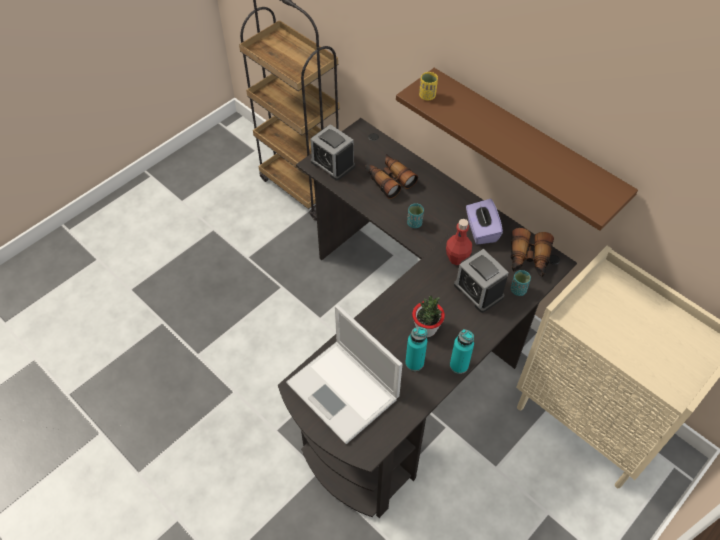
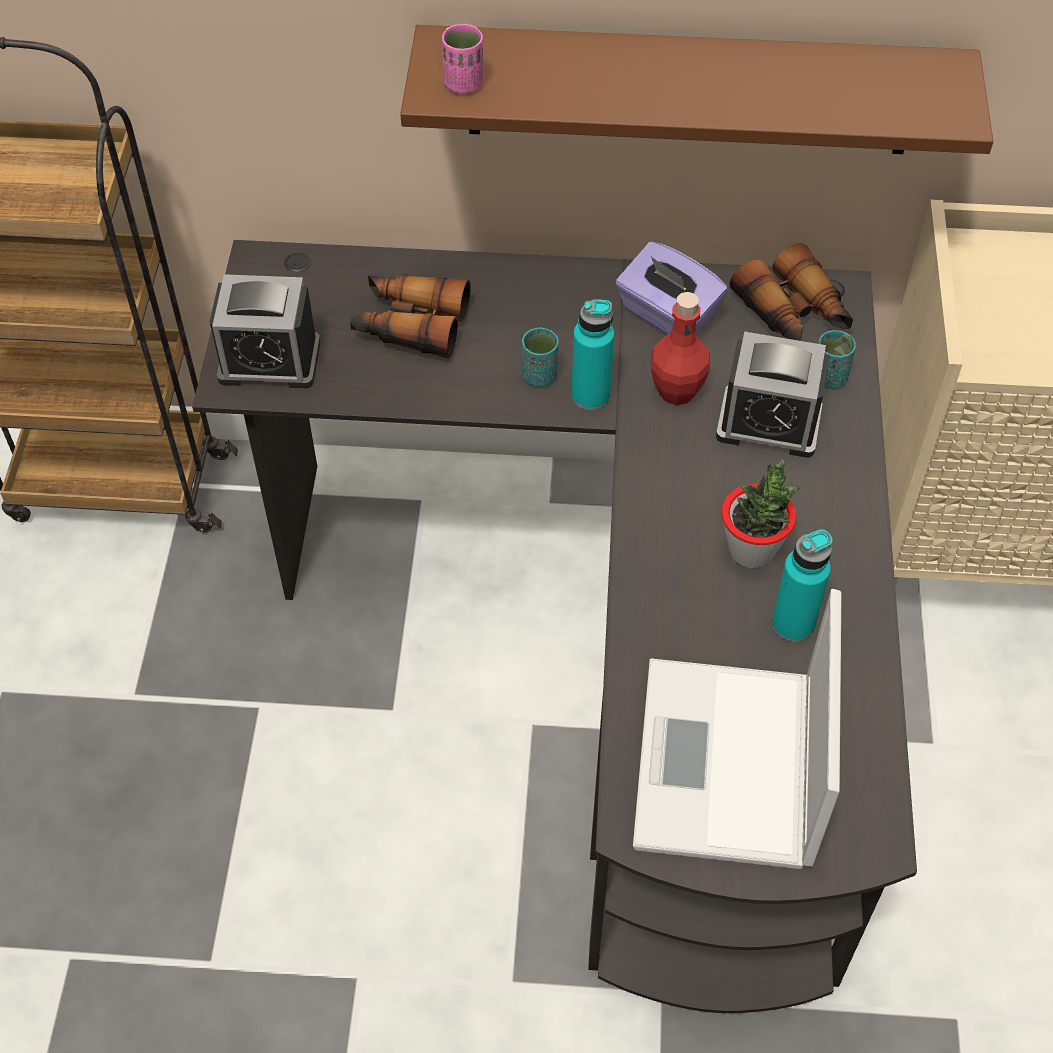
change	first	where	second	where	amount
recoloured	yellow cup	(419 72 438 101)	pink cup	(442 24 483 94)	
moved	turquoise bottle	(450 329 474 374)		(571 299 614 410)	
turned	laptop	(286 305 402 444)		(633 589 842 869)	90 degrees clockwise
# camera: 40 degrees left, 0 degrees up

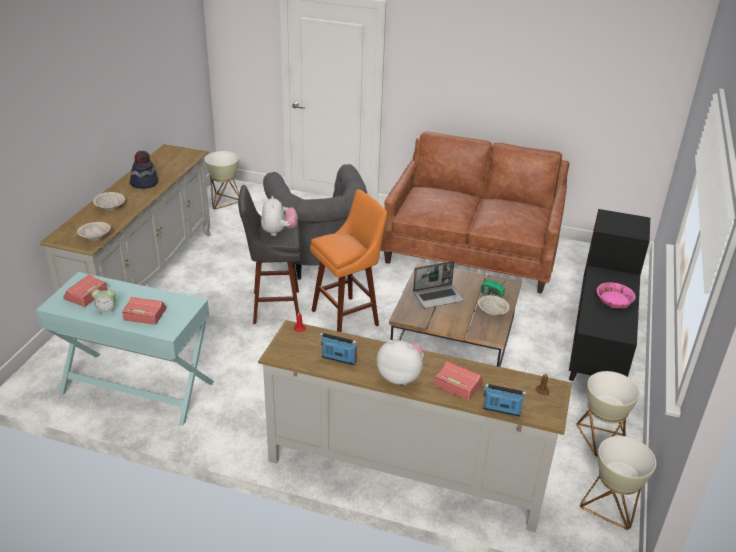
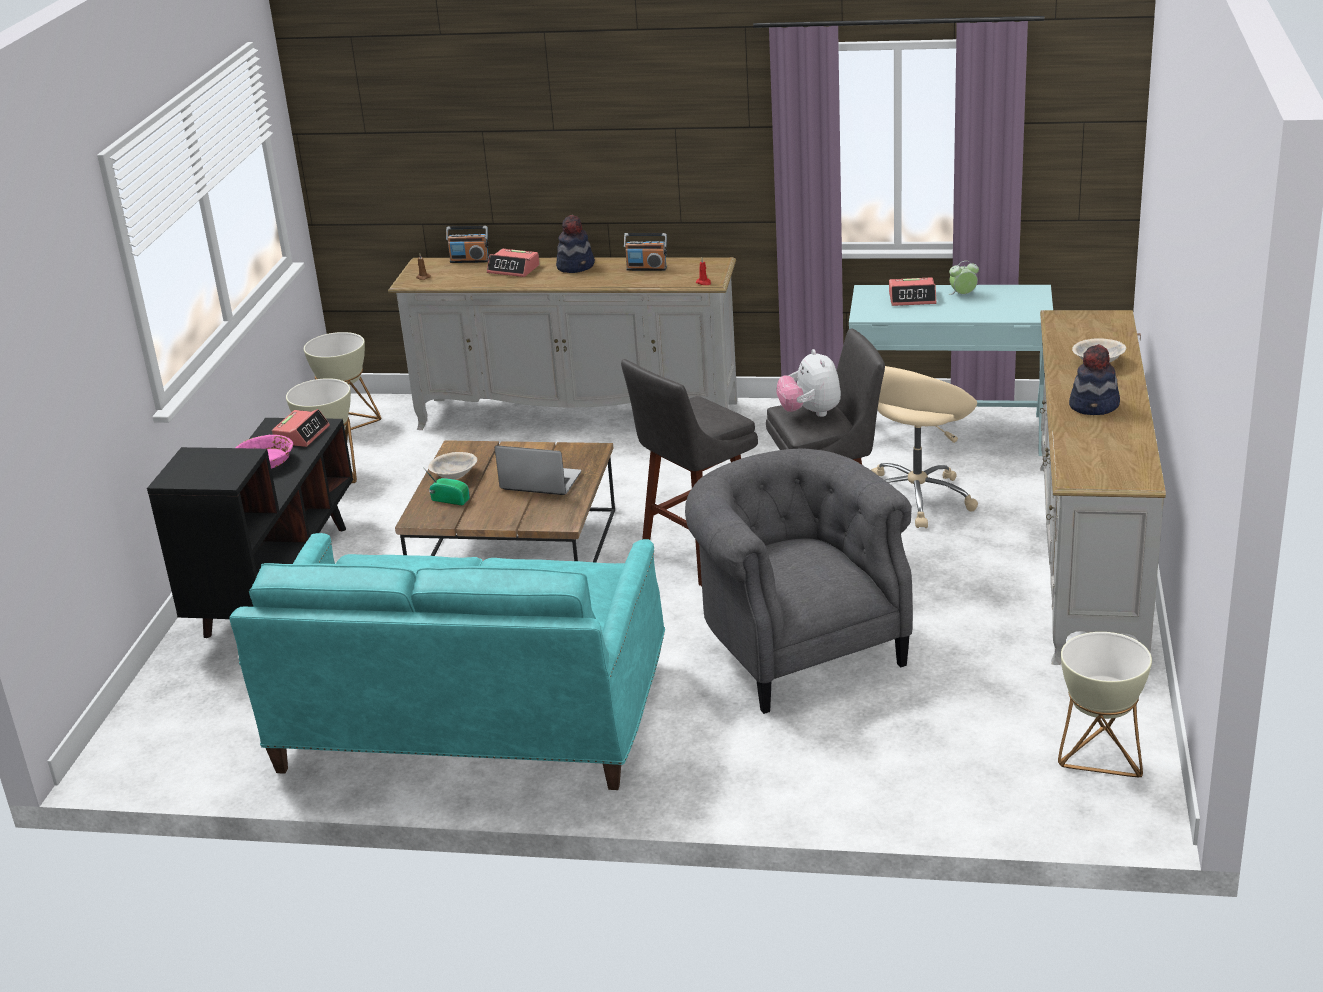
change	first	where	second	where	amount
recoloured	brown sofa	(380 131 570 294)	turquoise sofa	(229 533 665 790)	
moved	alarm clock	(63 274 107 307)		(272 409 330 447)	
turned	laptop	(413 261 464 308)		(495 445 581 495)	45 degrees clockwise
replaced	plush toy	(377 339 424 385)	hat	(556 215 595 273)	
recoloured	orange stool	(310 189 387 332)	grey stool	(621 359 758 586)	
added			beige office chair	(871 366 978 528)	
removed	beige bowl	(77 222 111 240)			
# camera: 175 degrees right, 5 degrees down

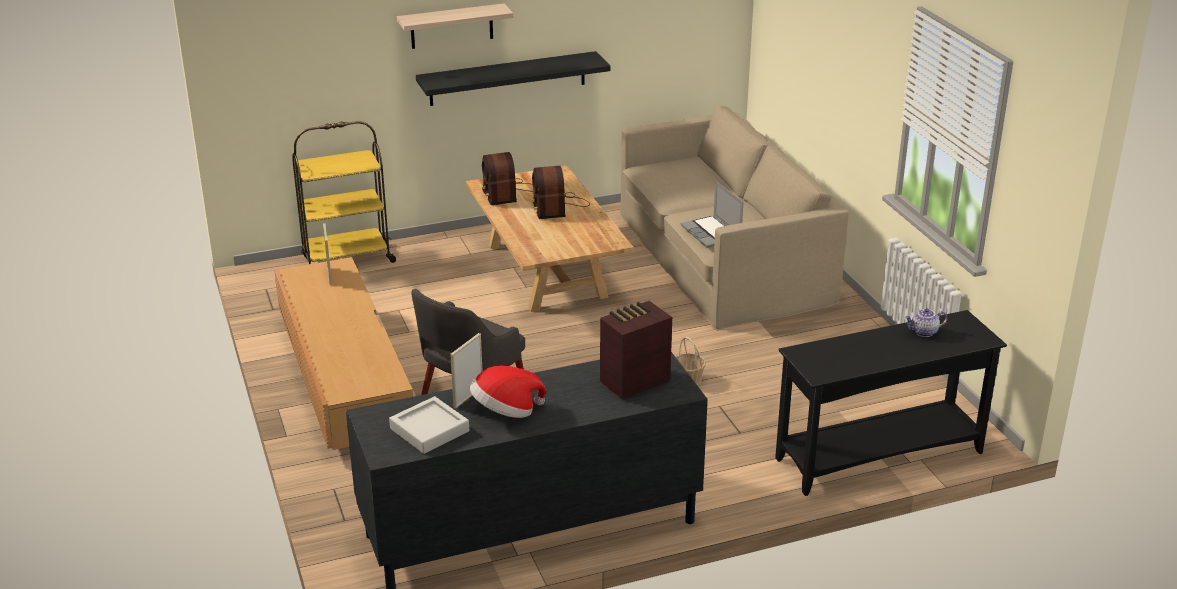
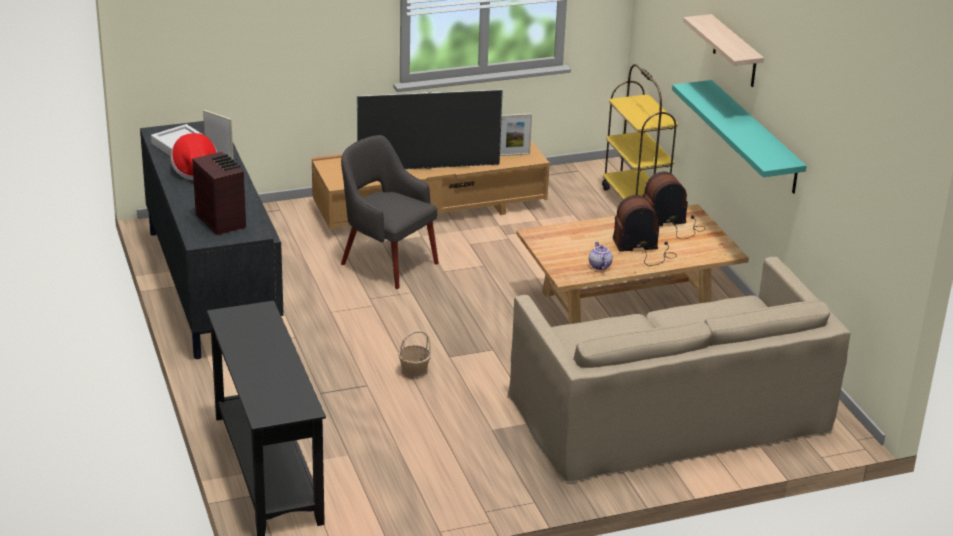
change	first	where	second	where	amount
added			television	(357 89 503 169)	
moved	teapot	(904 308 948 337)		(589 241 613 270)	
recoloured	black shelf	(416 51 610 106)	turquoise shelf	(672 80 806 194)	
removed	laptop	(681 181 743 248)			
# camera: 90 degrees right, 0 degrees up

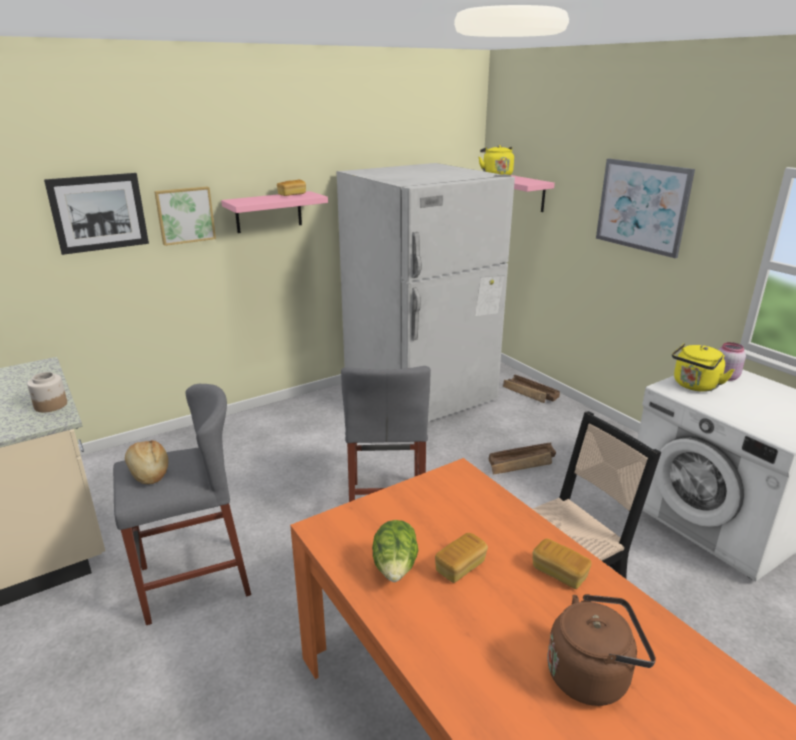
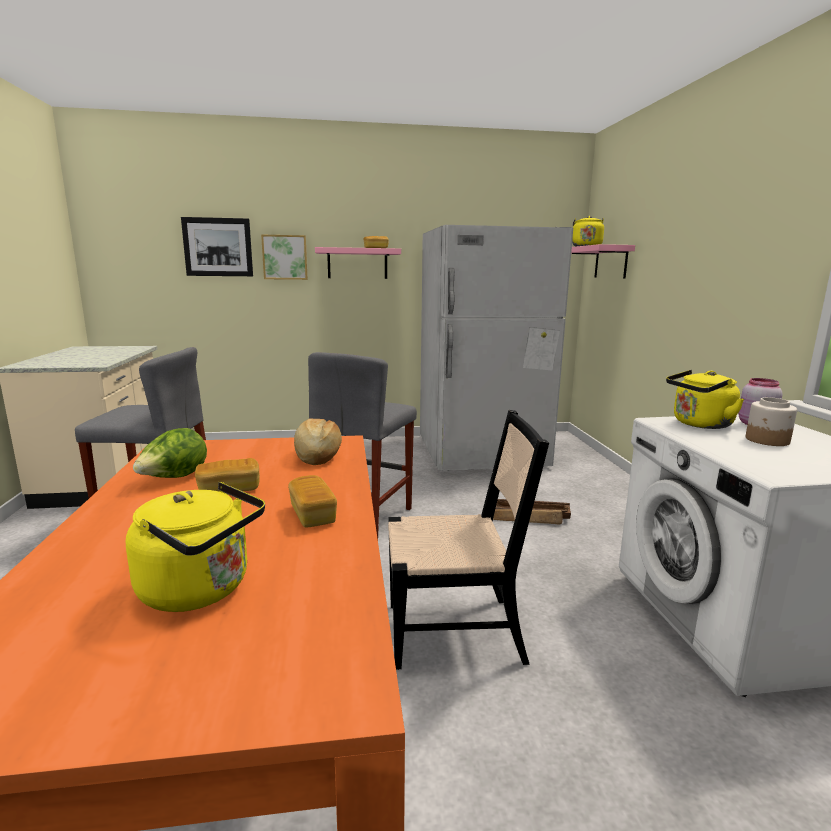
change	first	where	second	where	amount
recoloured	brown kettle	(547 594 656 706)	yellow kettle	(126 482 265 612)	
moved	bread	(125 440 168 484)		(294 418 342 465)	
moved	jar	(27 372 67 412)		(746 397 797 446)	
removed	crate	(503 375 560 403)			
removed	picture	(596 159 695 258)			
# camera: 25 degrees right, 10 degrees down

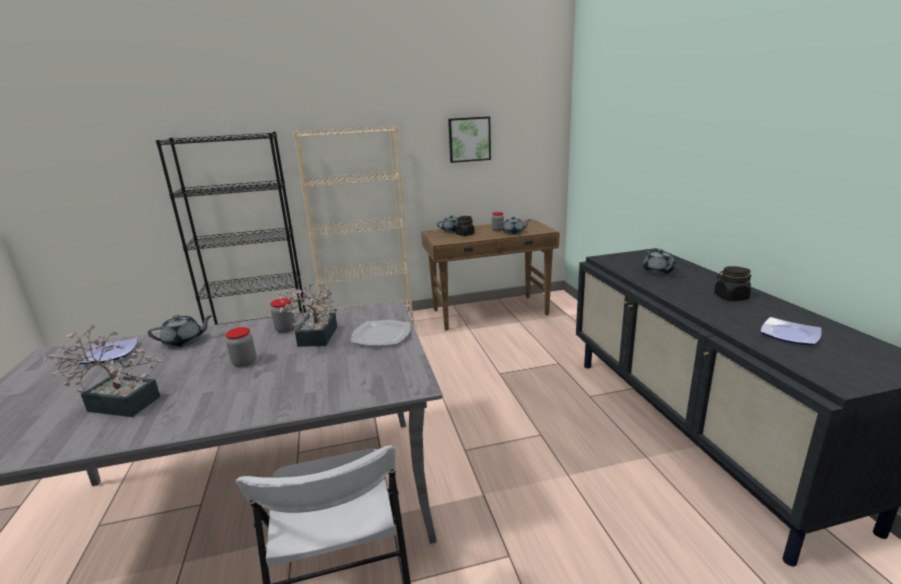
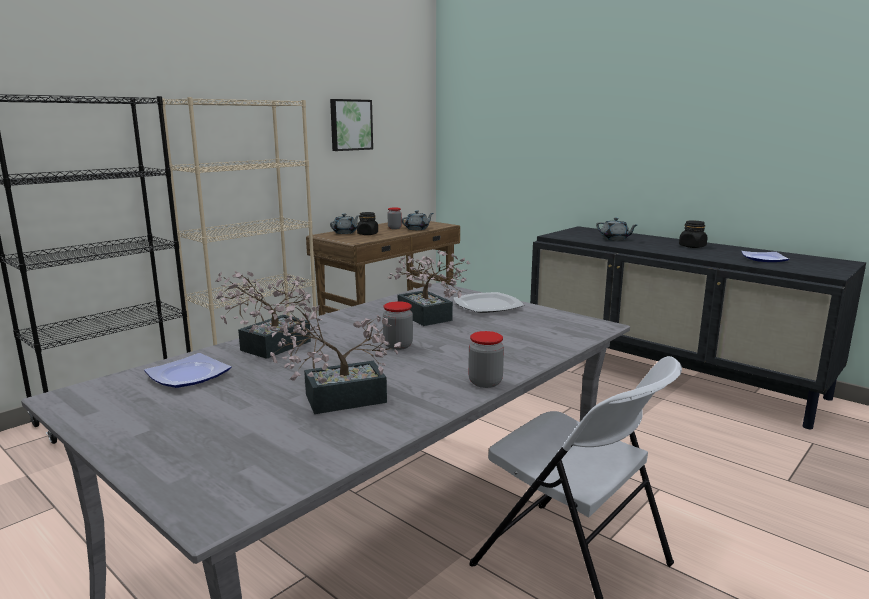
change	first	where	second	where	amount
replaced	grey teapot	(148 315 213 348)	potted plant	(215 271 311 359)	
moved	jar	(270 298 296 333)		(468 331 504 388)	
# camera: 35 degrees left, 5 degrees down

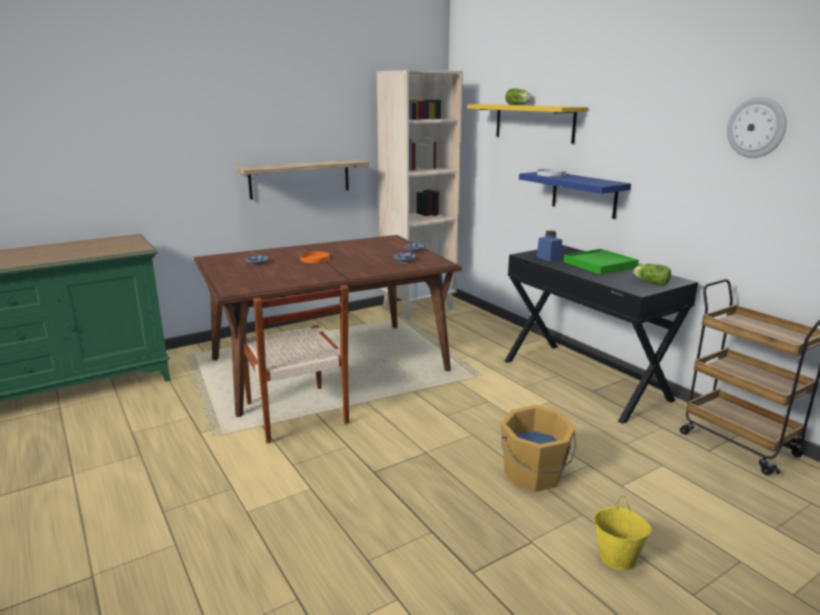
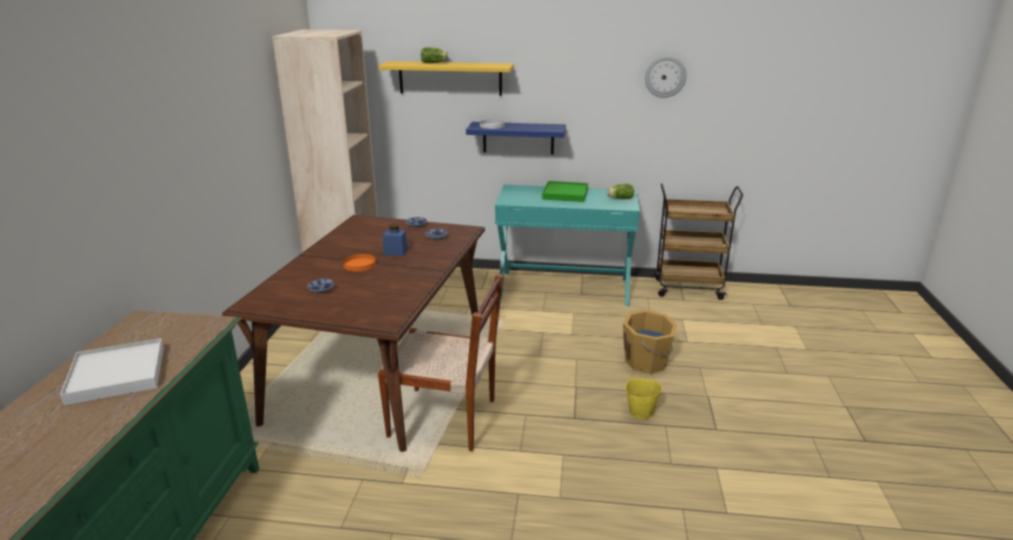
change	first	where	second	where	amount
added			white tray	(60 338 164 405)	
moved	blue jar	(537 230 562 262)		(383 224 408 256)	
recoloured	black console table	(505 245 698 424)	turquoise console table	(495 185 640 306)	
moved	yellow bucket	(594 496 652 570)		(626 369 662 420)	
removed	shelf	(235 159 369 200)			
# camera: 50 degrees left, 5 degrees up

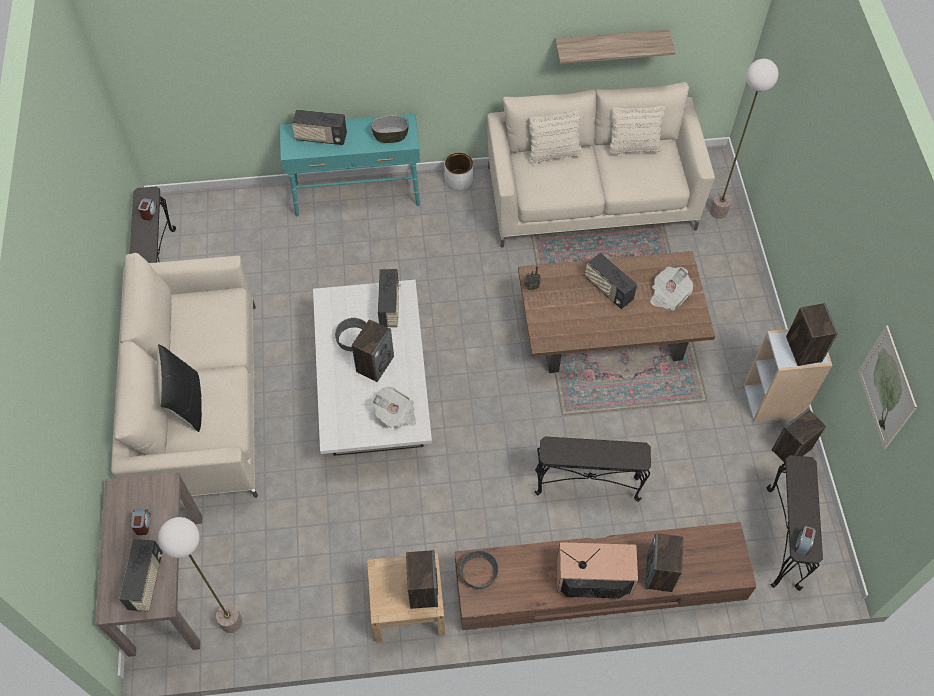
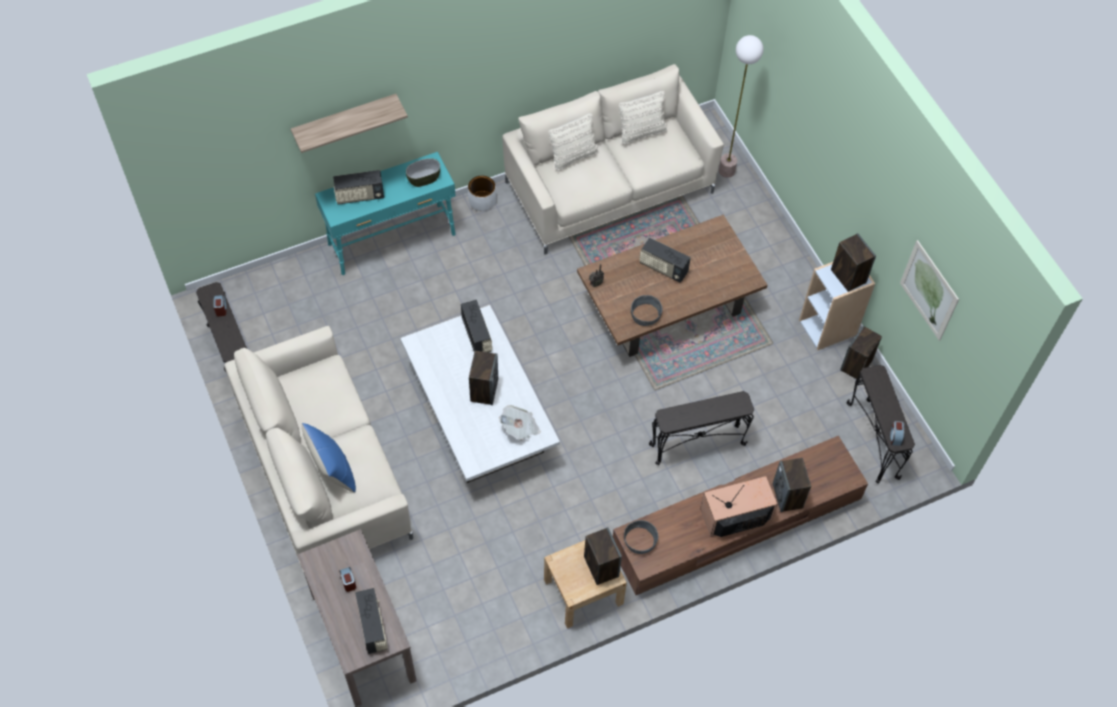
change	first	where	second	where	amount
moved	shelf	(555 30 675 64)		(291 94 408 153)	
recoloured	black pillow	(157 344 202 432)	blue pillow	(302 423 356 492)	
moved	grey bowl	(335 318 366 351)		(631 295 662 326)	
removed	floor lamp	(158 517 243 633)			
removed	newspaper	(650 266 693 311)			
# camera: 20 degrees left, 0 degrees up

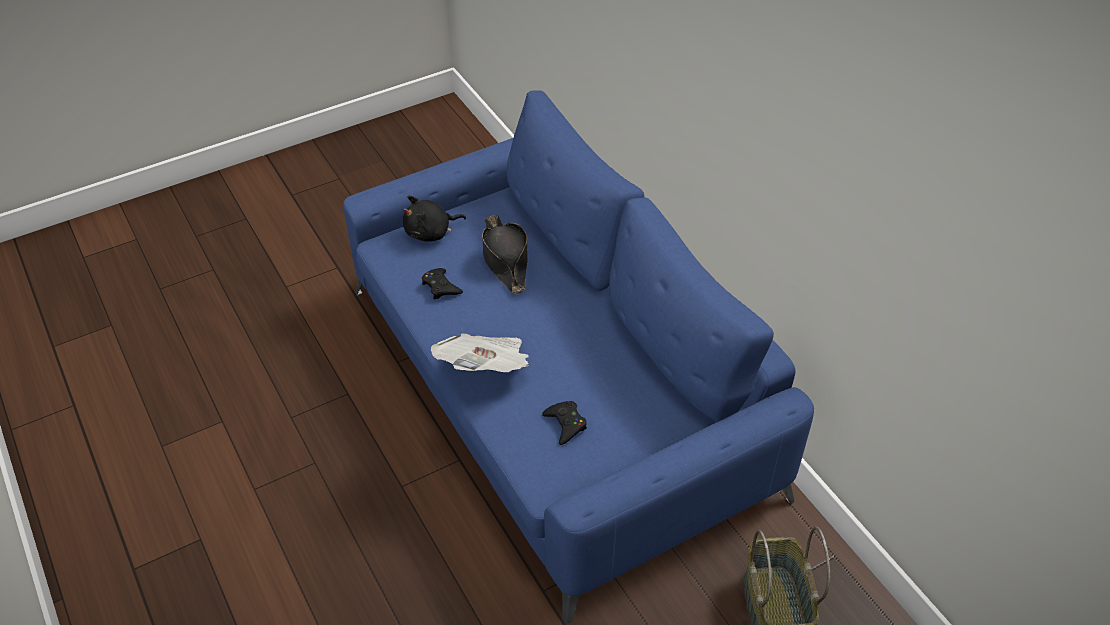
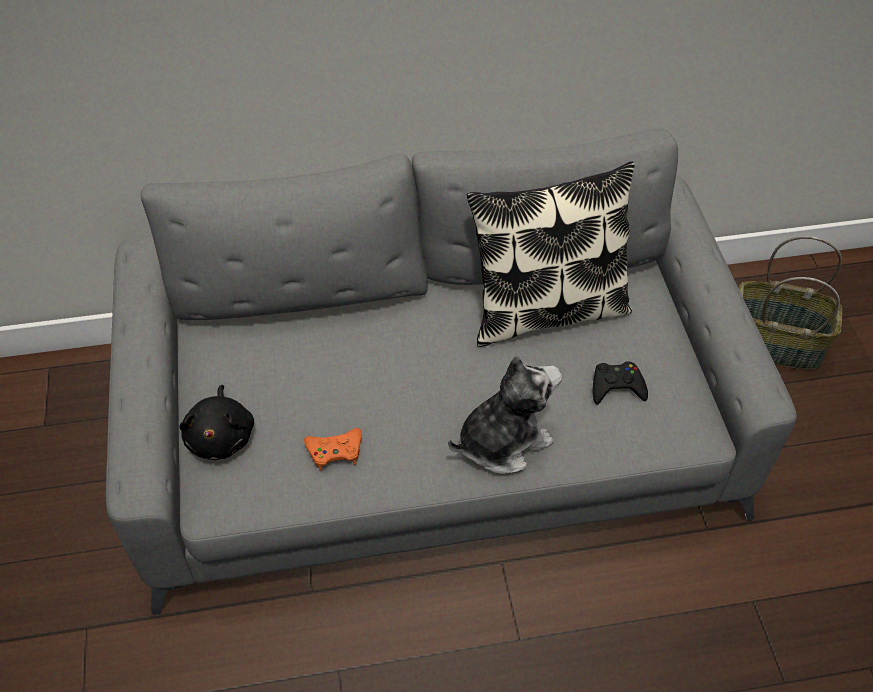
change	first	where	second	where	amount
recoloured	blue sofa	(343 90 814 623)	grey sofa	(106 128 797 615)	
recoloured	black game controller	(422 268 463 300)	orange game controller	(304 428 362 471)	
replaced	newspaper	(431 333 530 372)	plush toy	(448 356 562 474)	
added			pillow	(467 162 635 347)	
removed	black hat	(482 215 528 294)			
# camera: 70 degrees left, 5 degrees up

